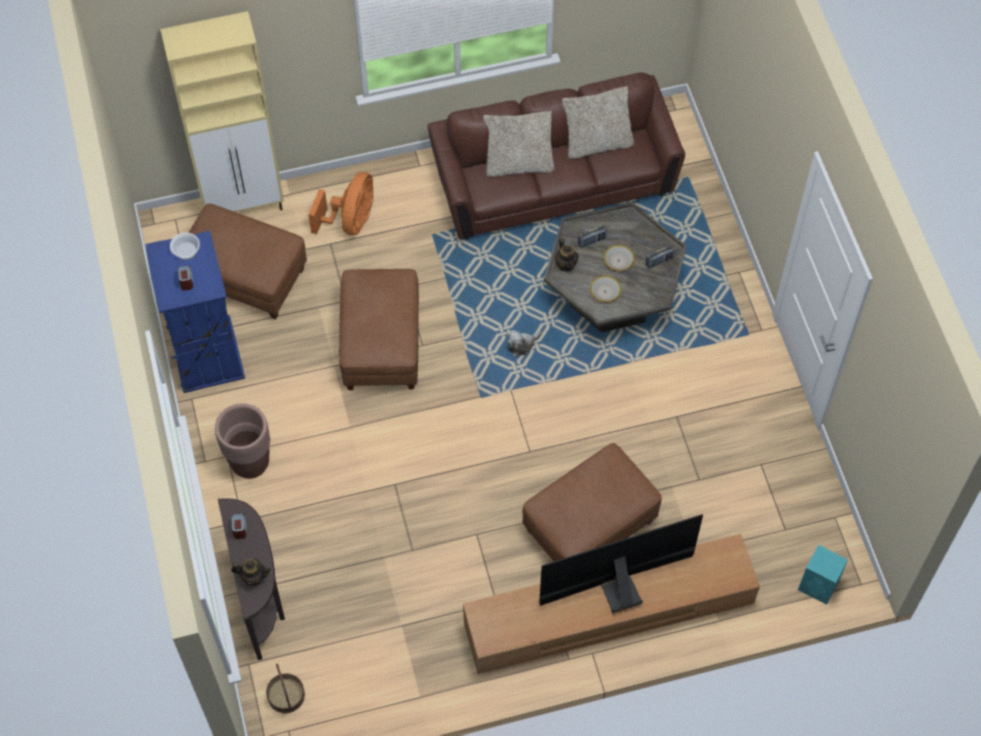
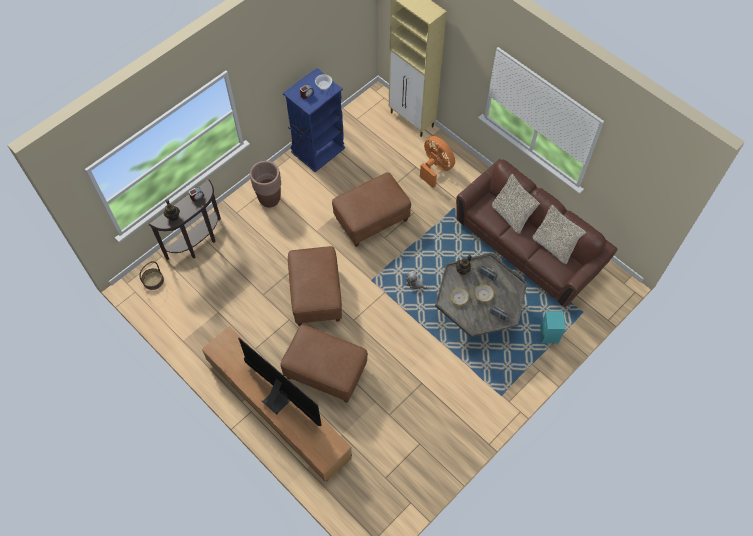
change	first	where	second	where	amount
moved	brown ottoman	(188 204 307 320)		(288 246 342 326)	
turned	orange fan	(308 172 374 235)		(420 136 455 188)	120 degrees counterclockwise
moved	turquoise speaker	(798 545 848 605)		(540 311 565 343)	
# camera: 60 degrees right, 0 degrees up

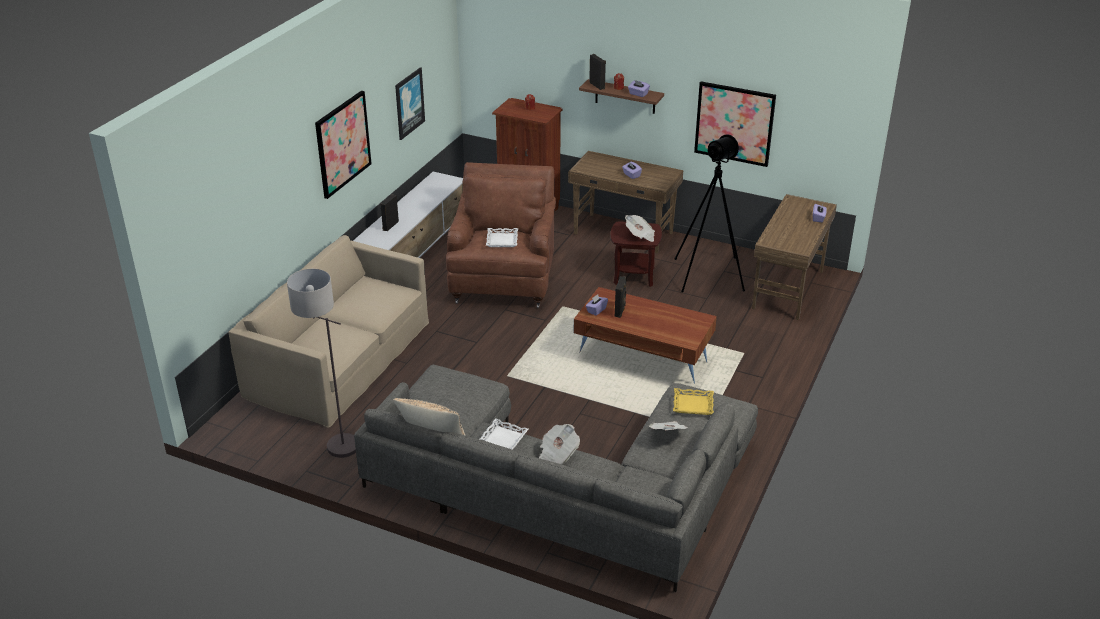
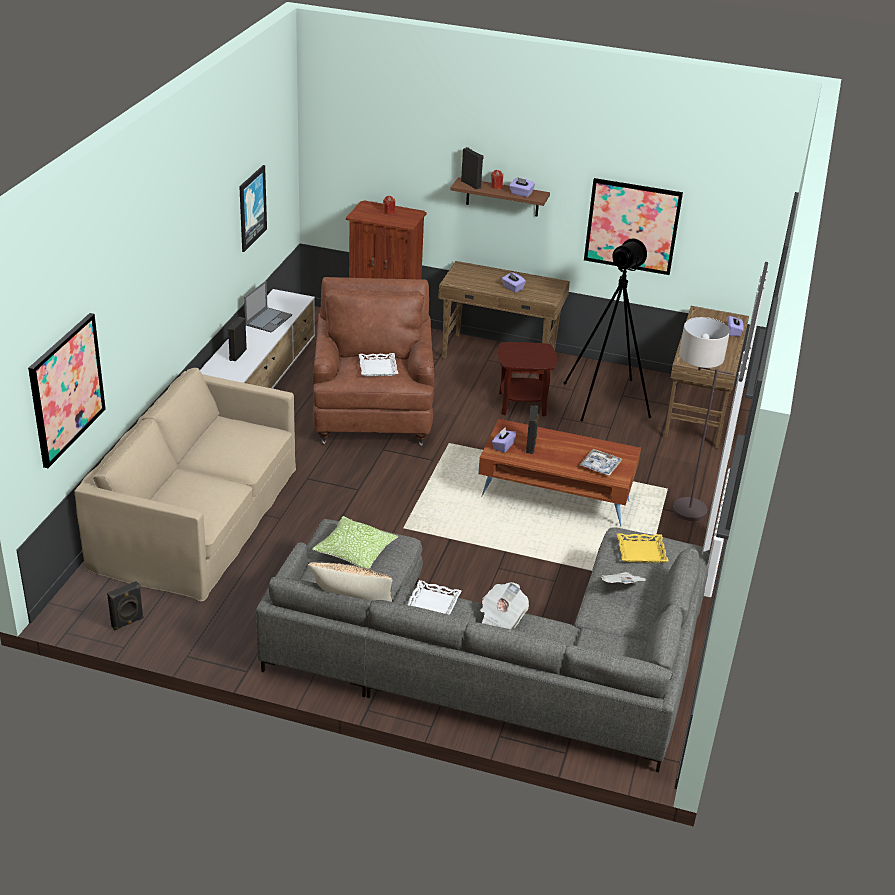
change	first	where	second	where	amount
moved	picture	(315 91 372 199)		(28 313 106 468)	
added			black speaker	(107 581 144 631)	
added			laptop	(244 281 292 333)	
added			pillow	(312 516 398 569)	
added			tray	(579 449 622 476)	
moved	grey floor lamp	(287 269 356 458)		(673 317 734 521)	
removed	newspaper	(625 215 655 242)			
# camera: 10 degrees left, 0 degrees up

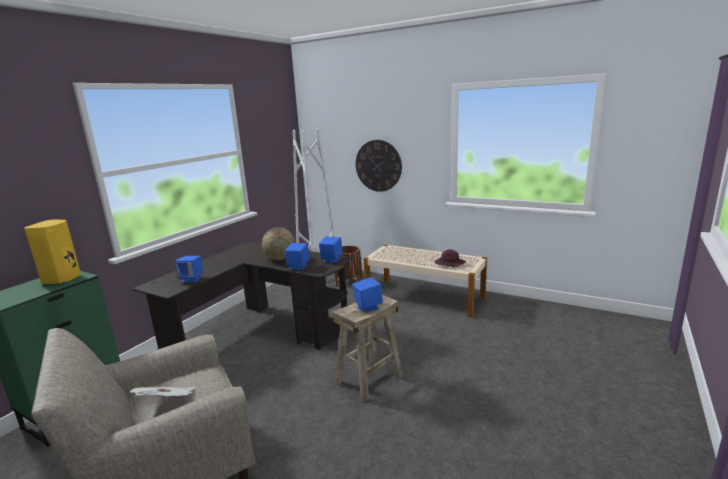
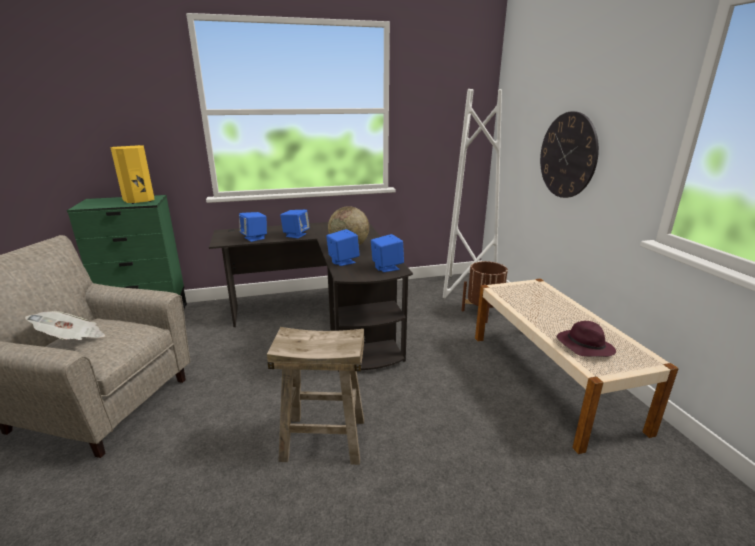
change	first	where	second	where	amount
moved	blue speaker	(353 277 383 312)		(280 210 310 238)	
# camera: 45 degrees right, 5 degrees up

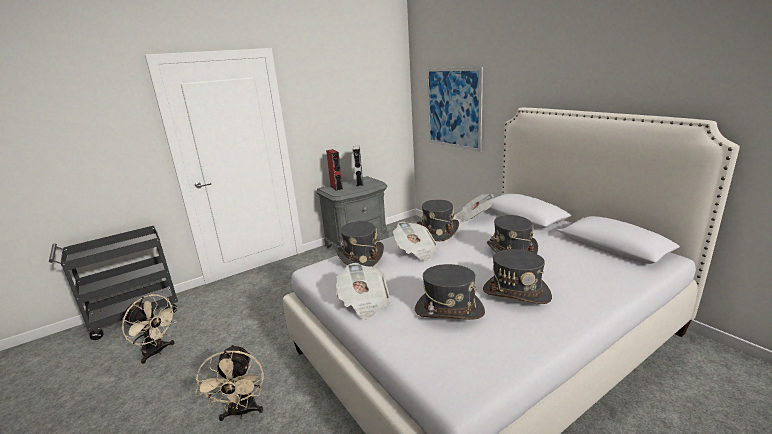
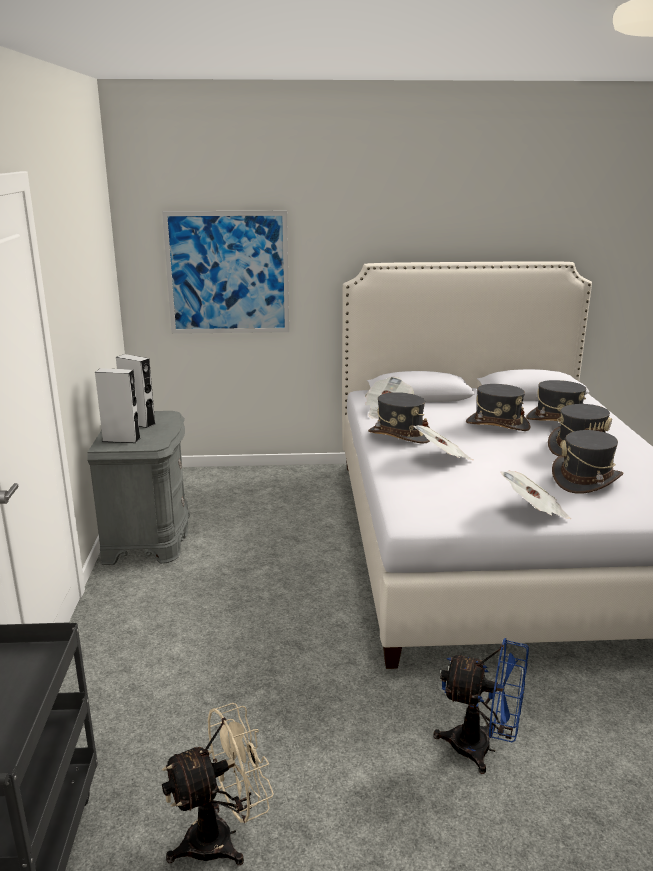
change	first	where	second	where	amount
recoloured	red speaker	(326 149 343 191)	grey speaker	(95 368 141 443)	
recoloured	beige fan	(195 344 264 421)	blue fan	(433 638 529 774)	
moved	grey hat	(336 221 384 267)		(526 380 586 422)	
# camera: 60 degrees left, 0 degrees up

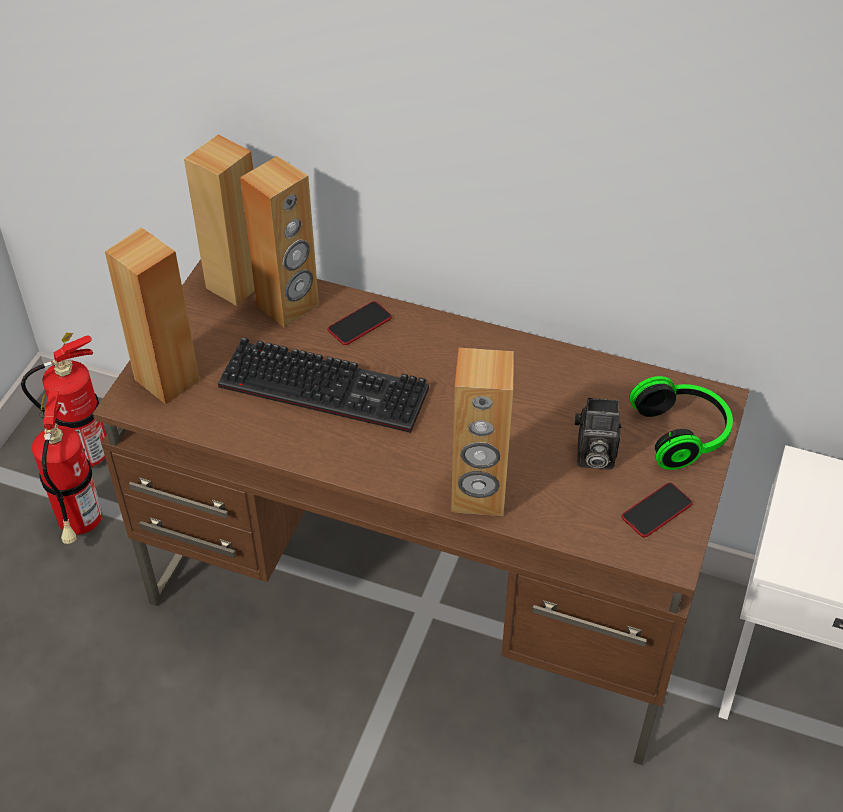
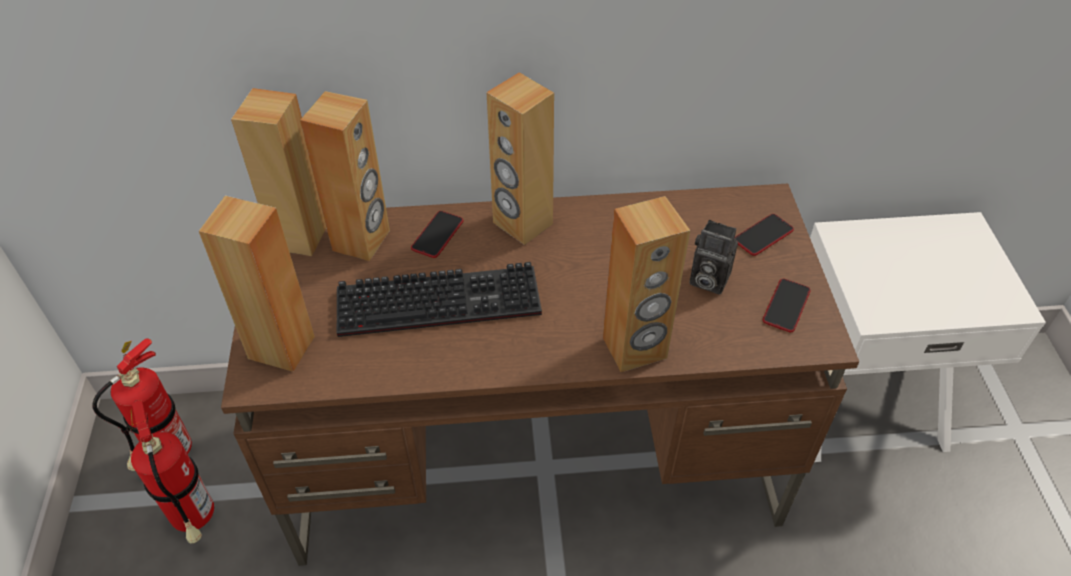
change	first	where	second	where	amount
added			brown speaker	(487 72 554 245)	
turned	photo camera	(575 398 621 469)		(690 220 738 295)	45 degrees clockwise
replaced	headphones	(629 376 733 470)	phone	(735 214 794 256)	
# camera: 25 degrees left, 0 degrees up

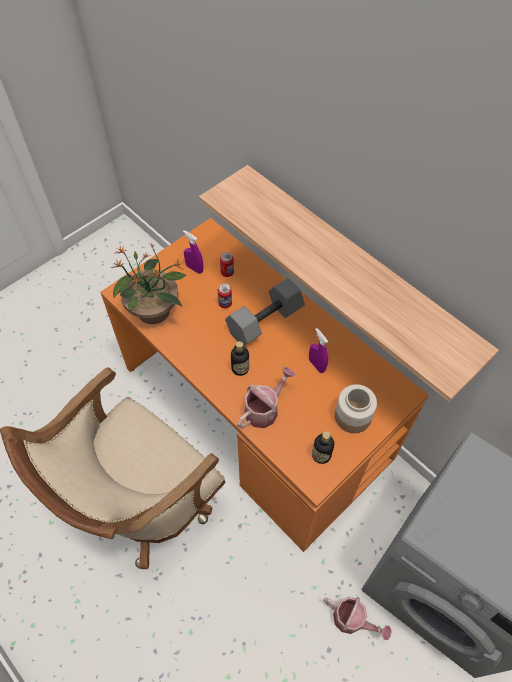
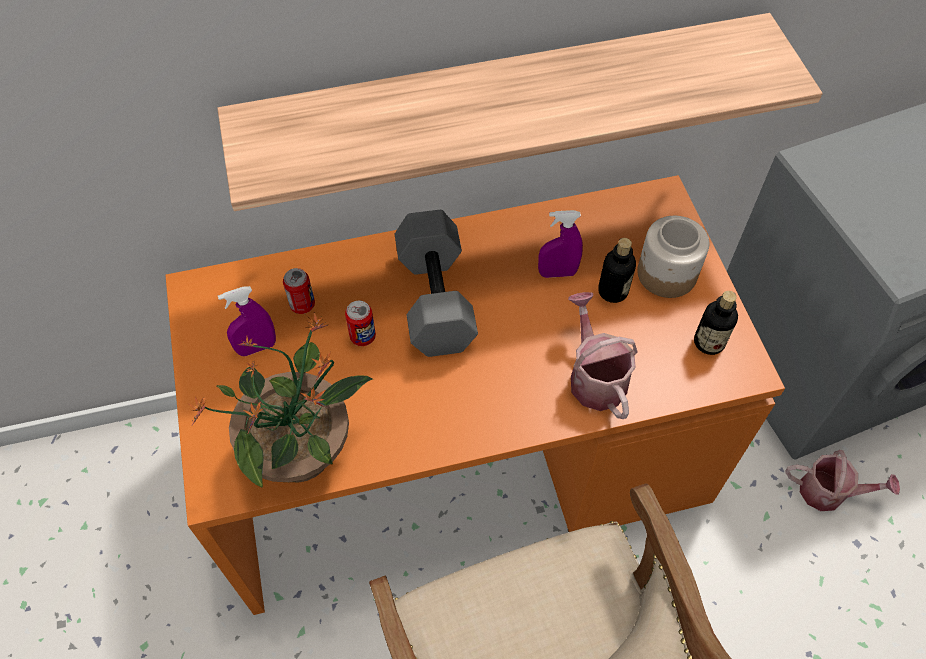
change	first	where	second	where	amount
moved	bottle	(231 341 249 376)		(598 238 636 303)	
turned	watering can	(323 597 392 640)		(786 450 900 511)	45 degrees clockwise
# camera: 60 degrees left, 0 degrees up

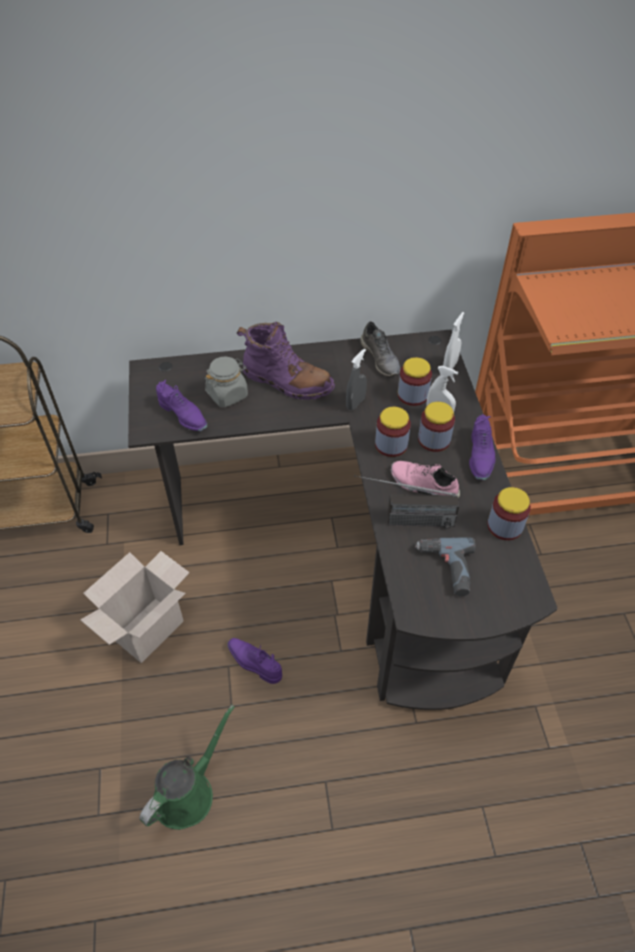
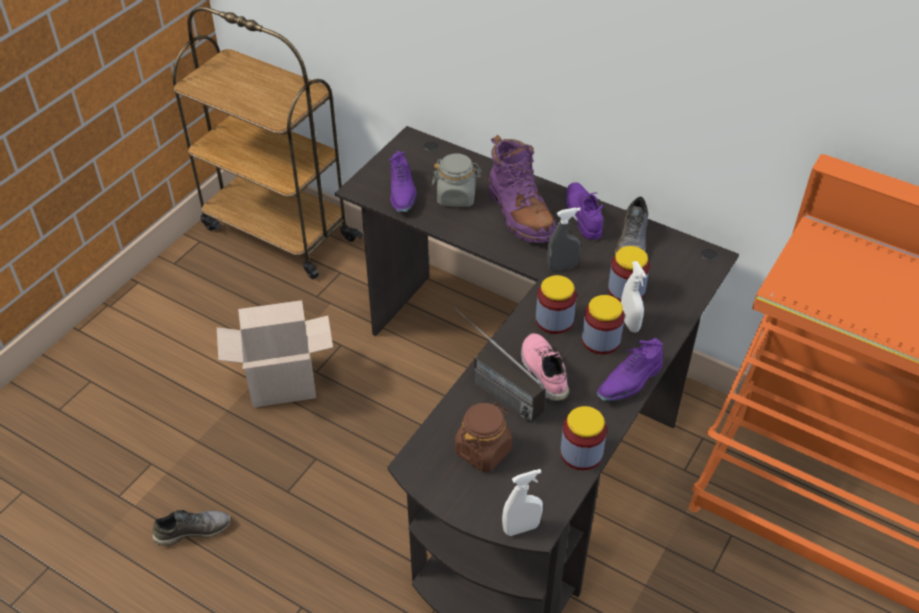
change	first	where	second	where	amount
replaced	green watering can	(139 705 235 830)	grey shoe	(153 510 231 546)	
replaced	power drill	(415 537 475 596)	brown jar	(455 402 512 472)	
moved	white spray bottle	(443 312 464 369)		(502 469 543 536)	
moved	purple shoe	(227 638 282 684)		(566 182 603 240)	
# camera: 40 degrees right, 5 degrees down

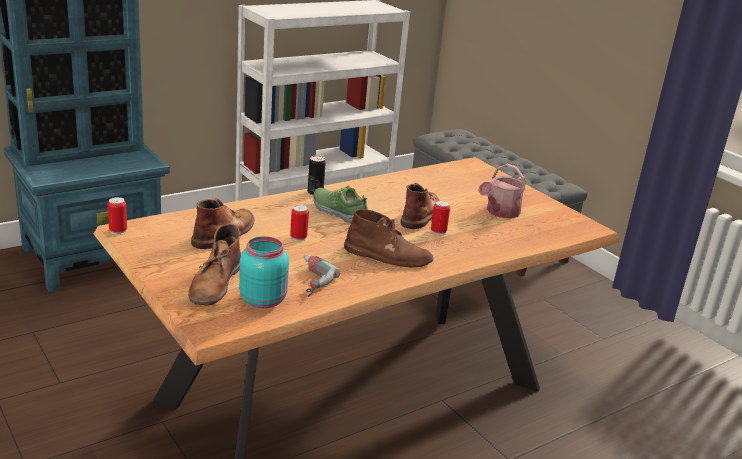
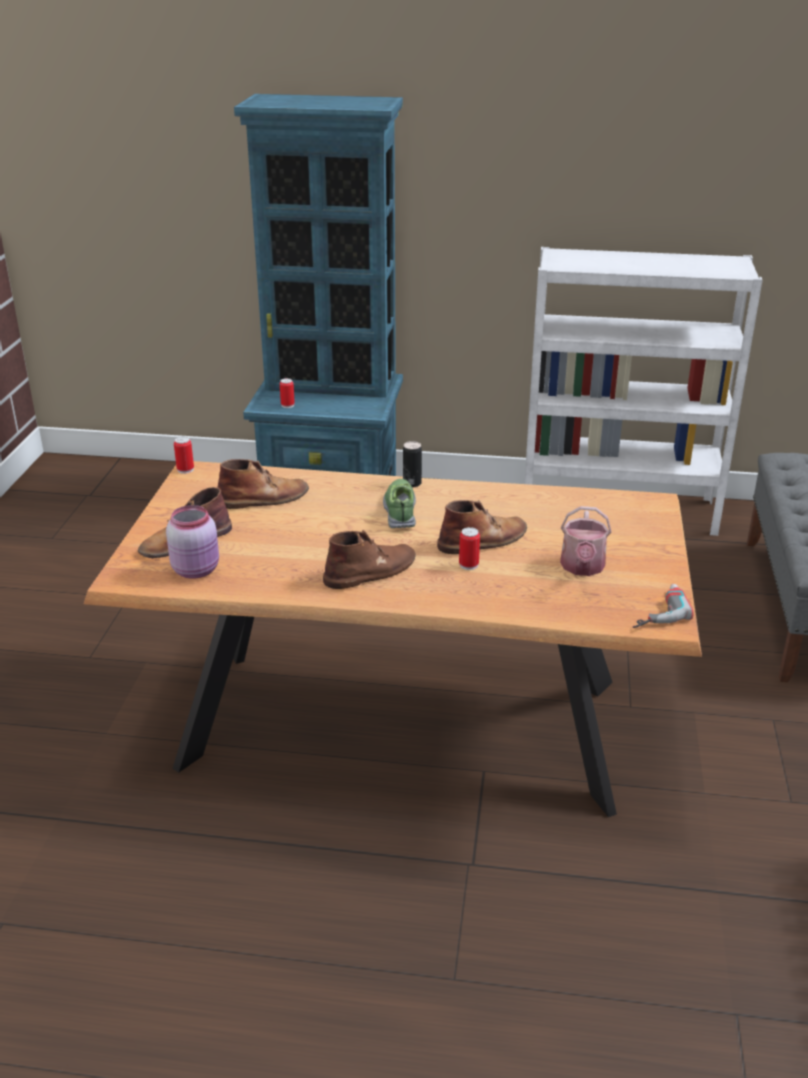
change	first	where	second	where	amount
recoloured	turquoise jar	(239 236 289 308)	pink jar	(166 505 219 579)	
moved	can	(290 205 309 242)		(280 378 295 408)	
turned	brown boot	(344 209 433 267)		(323 530 416 589)	90 degrees counterclockwise
turned	watering can	(479 163 526 219)		(560 506 611 576)	75 degrees counterclockwise
moved	power drill	(304 254 340 297)		(633 584 693 628)	
# camera: 45 degrees right, 5 degrees up

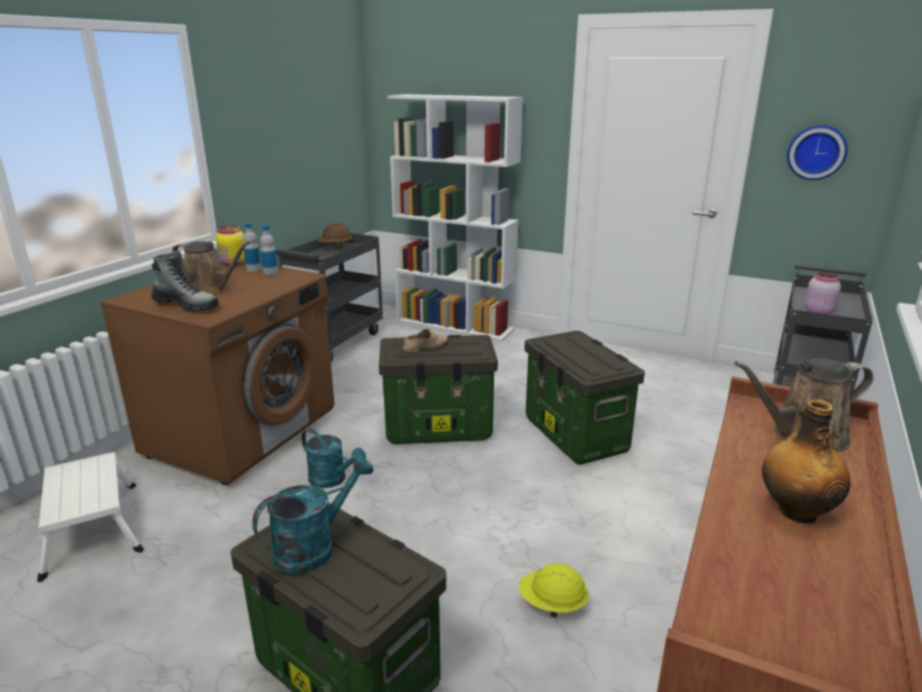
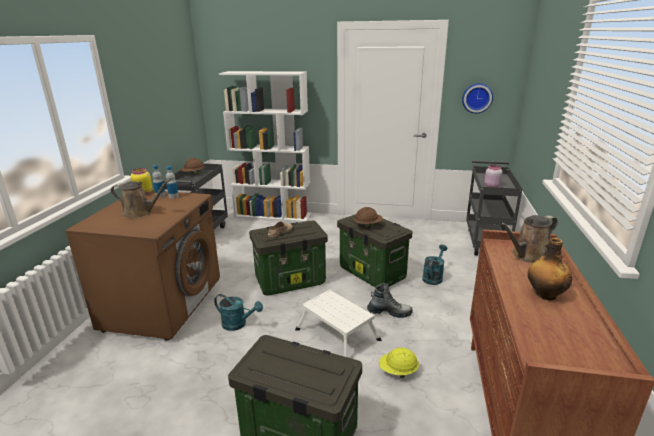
change	first	where	second	where	amount
moved	white step ladder	(37 452 144 582)		(295 290 382 357)	
added			brown hard hat	(354 207 383 228)	
moved	boot	(151 250 219 312)		(367 283 413 318)	
moved	turquoise watering can	(252 455 374 574)		(422 245 448 285)	
# camera: 15 degrees left, 0 degrees up

